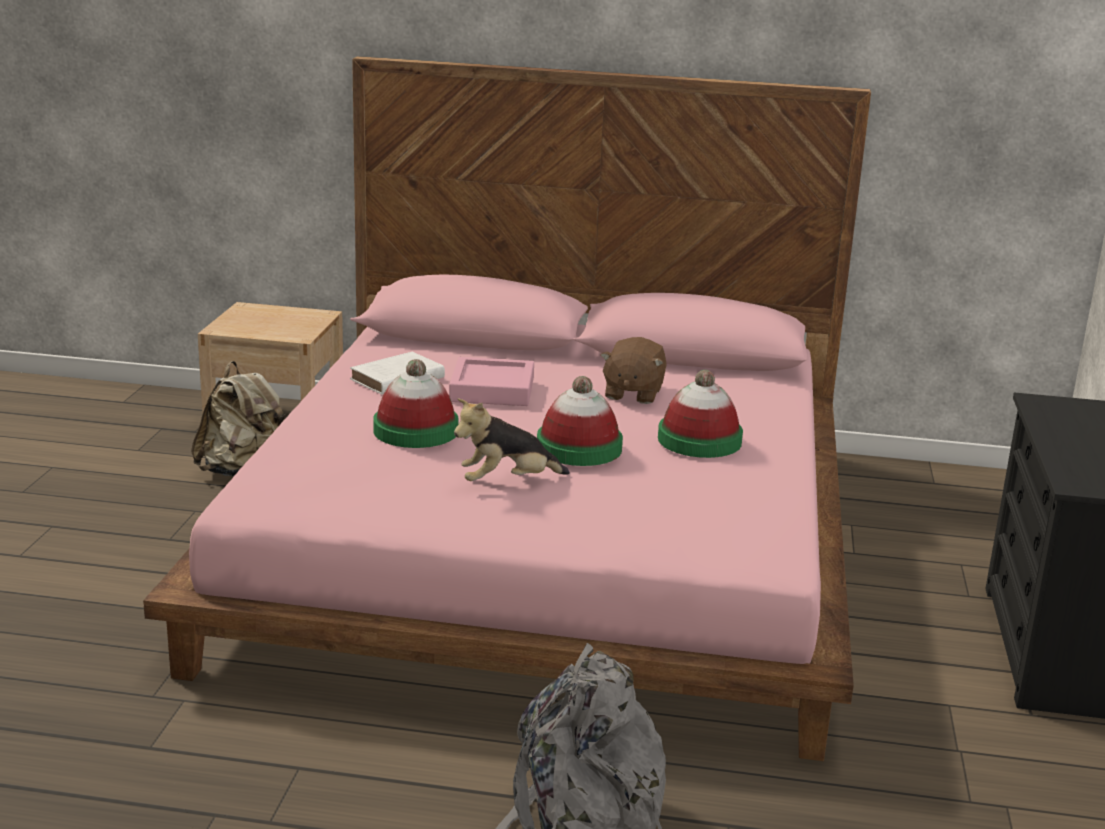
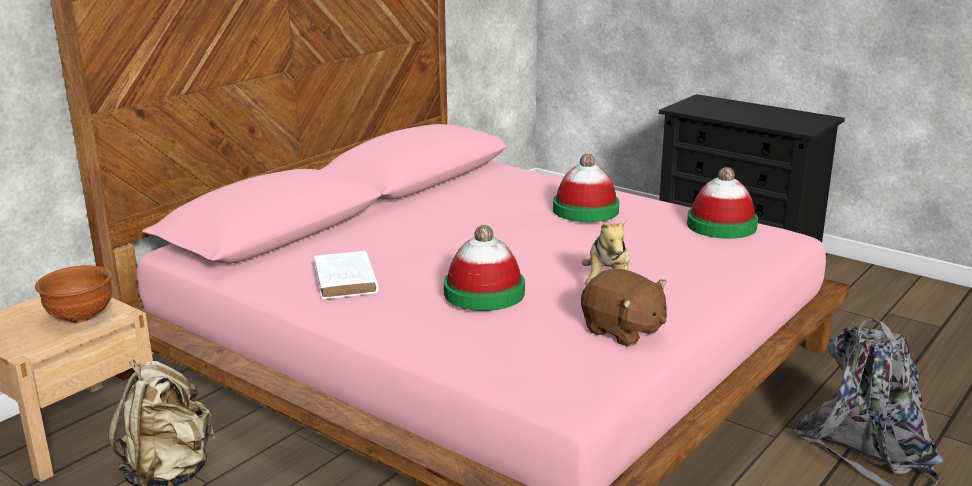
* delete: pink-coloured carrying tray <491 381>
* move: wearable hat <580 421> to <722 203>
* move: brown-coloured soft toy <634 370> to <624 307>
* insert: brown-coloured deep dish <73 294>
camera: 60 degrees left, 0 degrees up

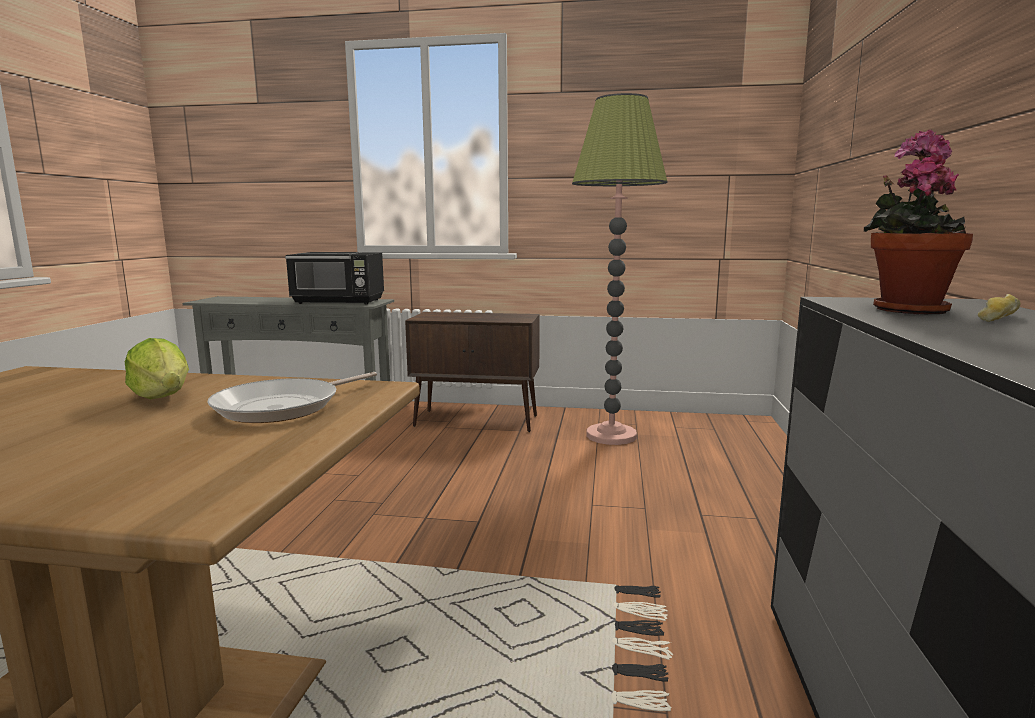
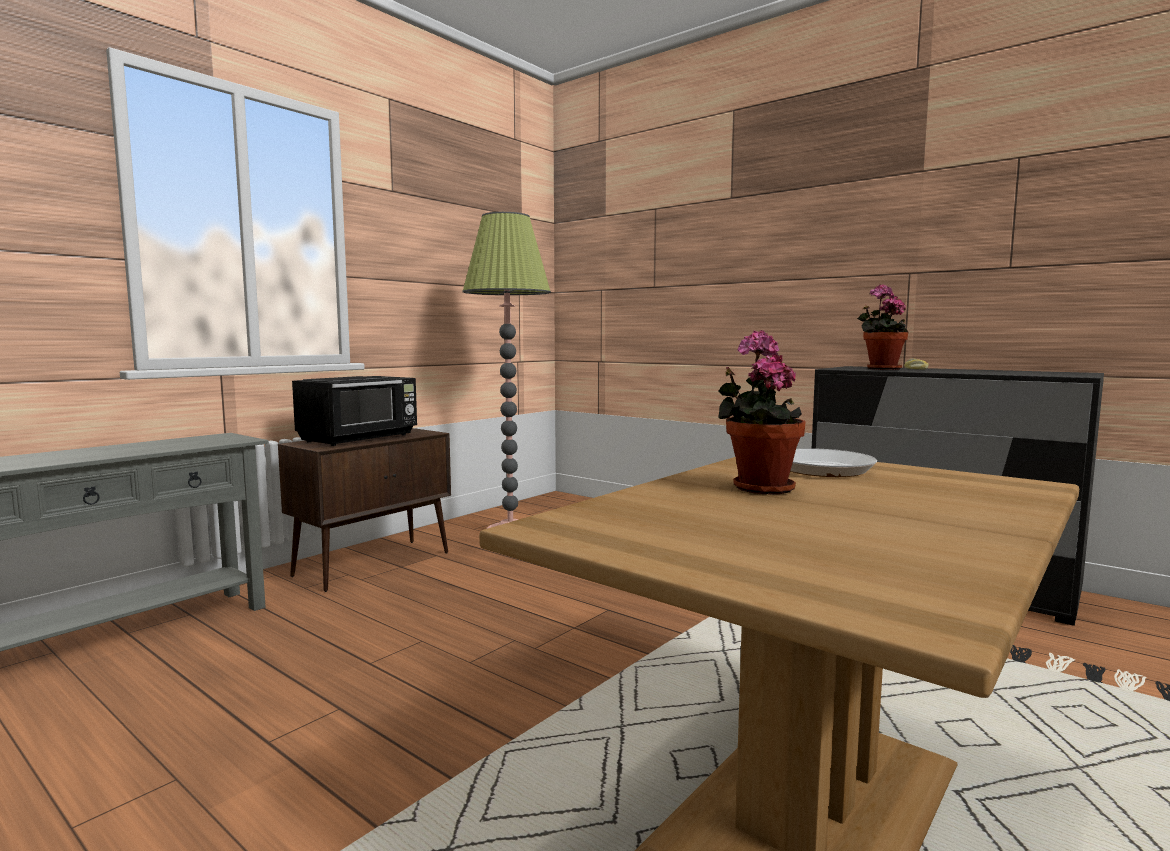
* replace: lettuce <157 368> to potted plant <762 412>
* move: blackish microwave oven <334 278> to <354 411>
camera: 60 degrees left, 5 degrees down

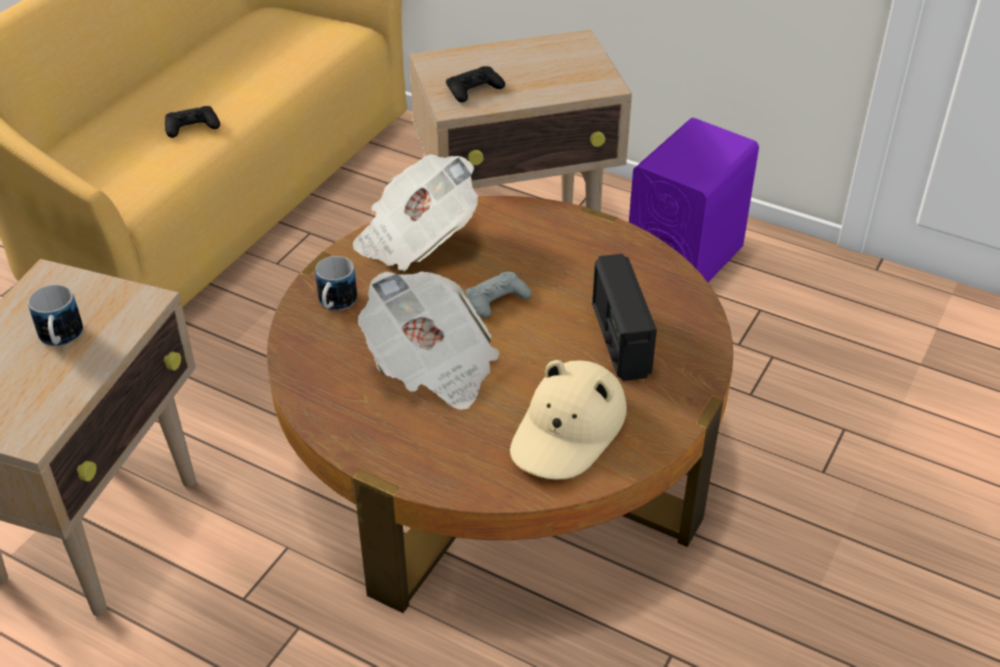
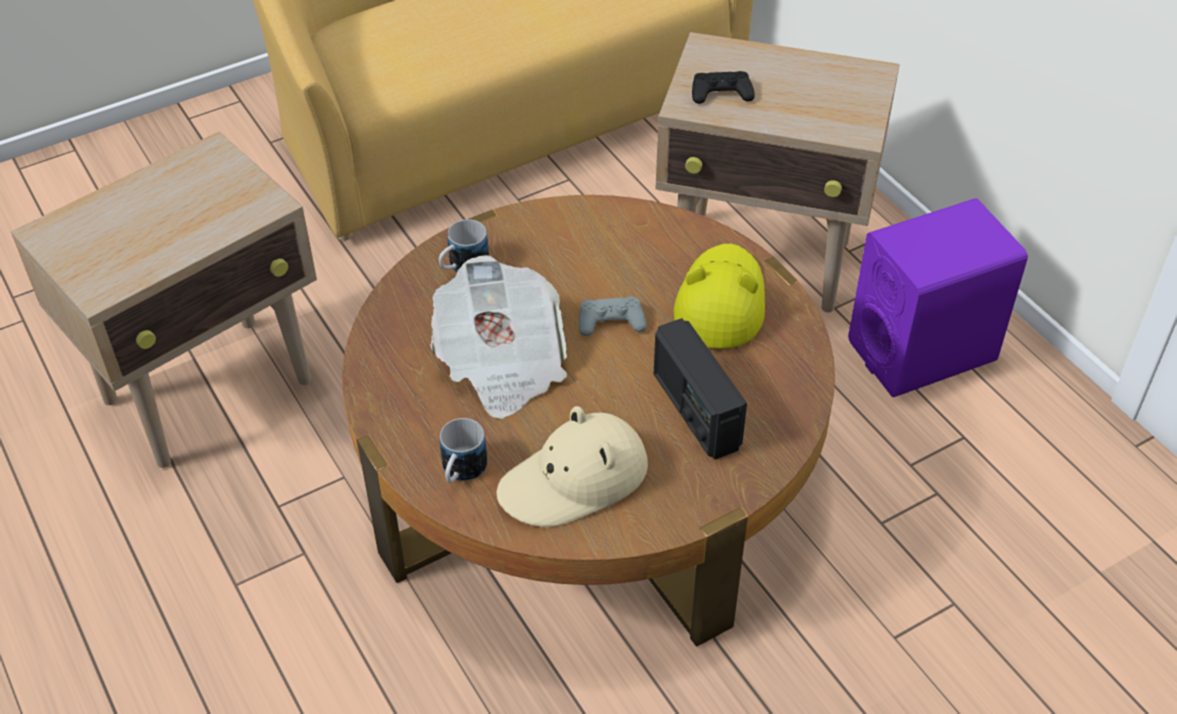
* move: coffee mug <55 315> to <463 450>
* delete: blackish game controller <192 122>
* delete: newspaper <415 212>
* rotate: radio <624 317> = <700 389> 45 degrees counterclockwise
* insert: yellow wearable hat <719 296>
camera: 30 degrees right, 5 degrees up

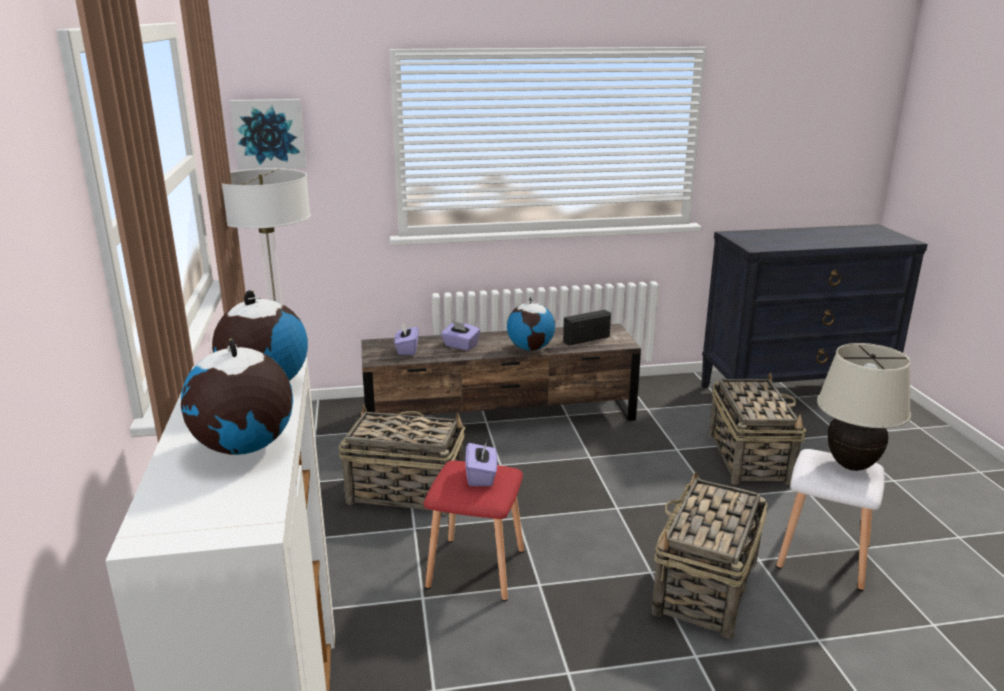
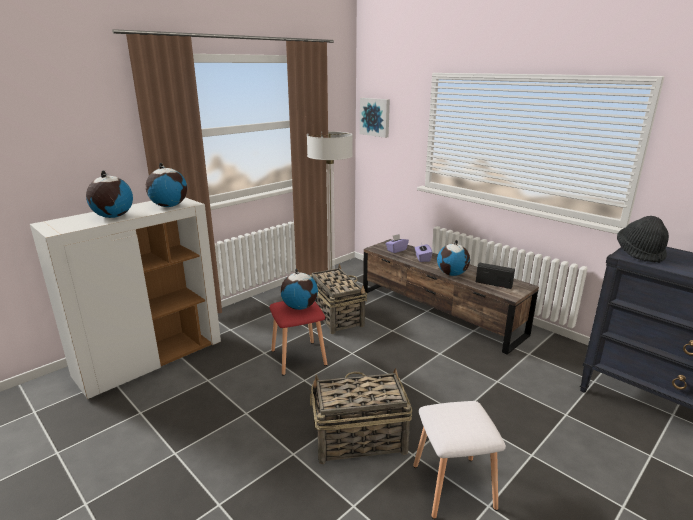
* replace: purple box of tissues <481 463> to world globe <299 289>
* delete: storage basket <757 428>
* delete: sand-coloured lamp for a table <864 407>
* insert: blackish wearable hat <643 239>
camera: 55 degrees right, 0 degrees up

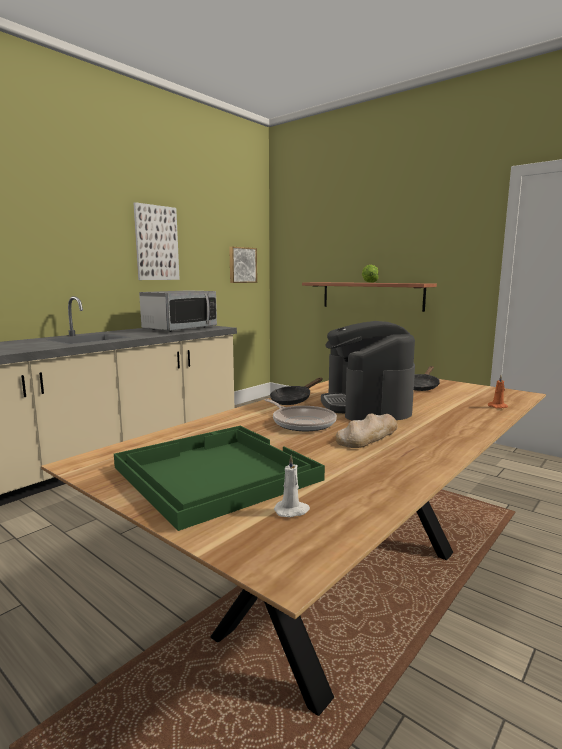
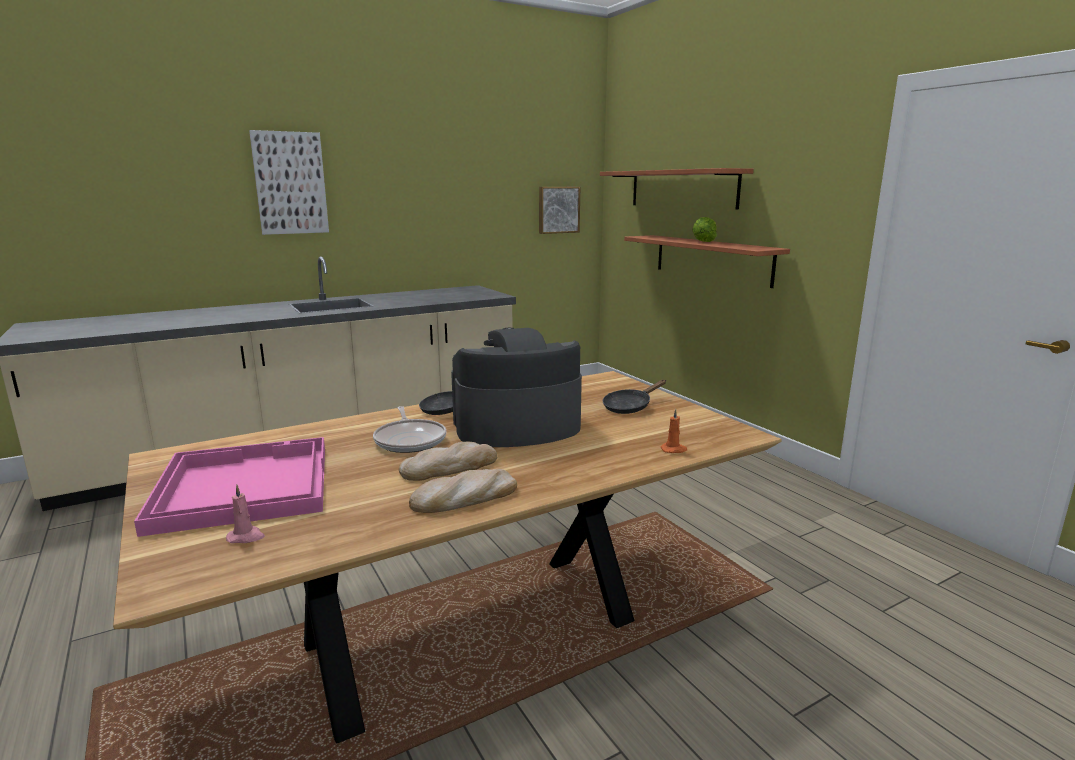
* recolor: greenish carrying tray <219 478> to pink-coloured carrying tray <229 487>
* move: wall picture <157 241> to <289 182>
* delete: microwave oven <178 311>
* recolor: whitish wax light <292 486> to pink-coloured wax light <245 514>
* rotate: coffee brewer <368 371> = <516 387> 60 degrees clockwise
* insert: baked bread <463 491>
* insert: bracket shelf <677 189>
camera: 20 degrees right, 5 degrees up

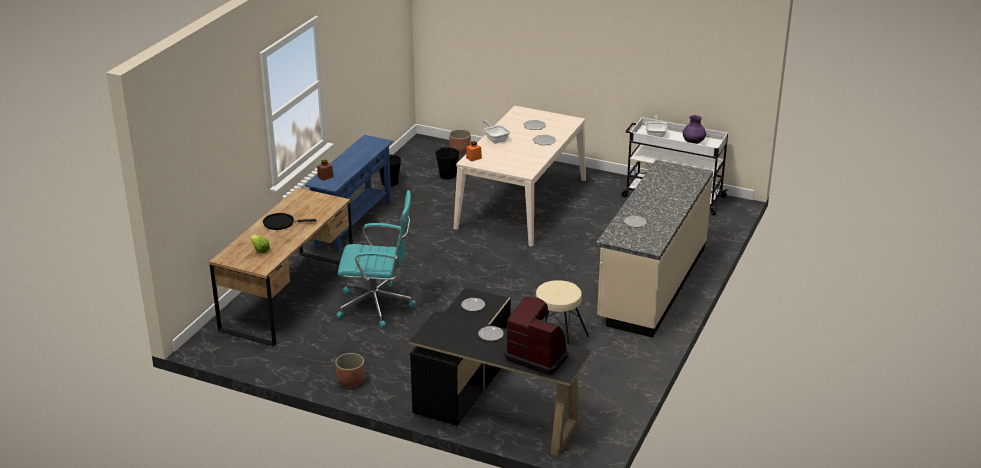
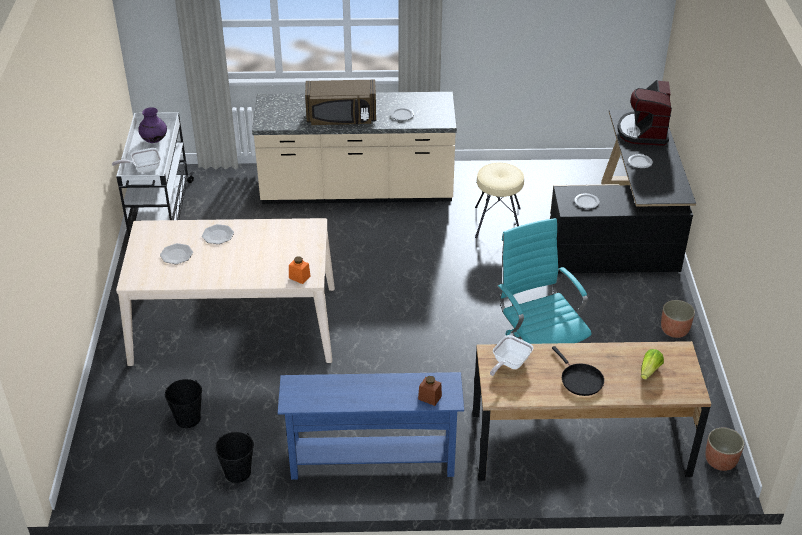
* move: planter <460 141> to <724 449>
* move: skillet <496 131> to <511 355>
* insert: brown-coloured microwave oven <340 102>
camera: 115 degrees left, 10 degrees up

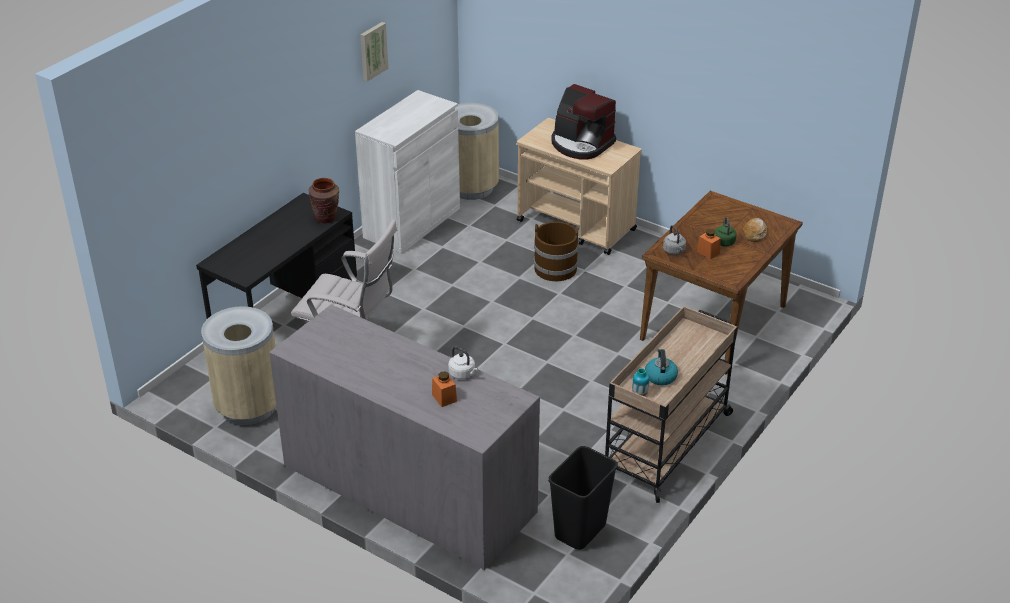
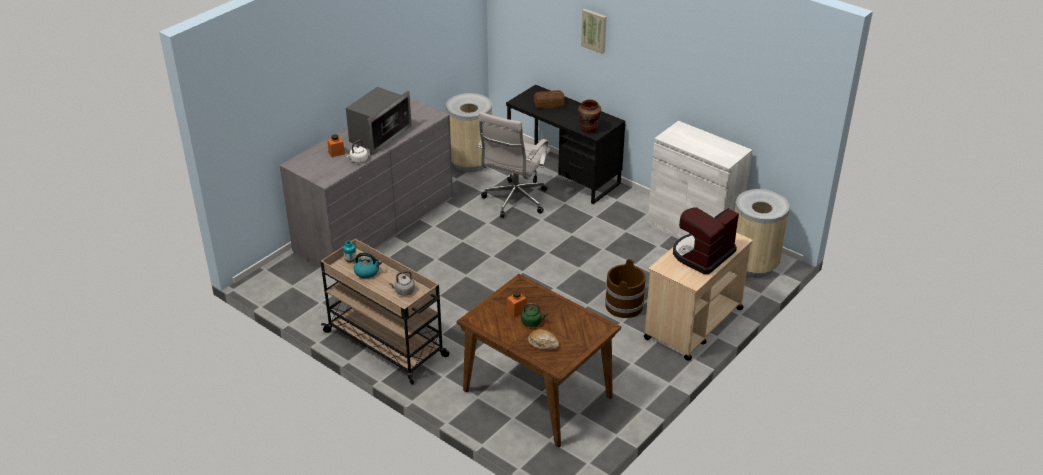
* move: wall picture <374 52> to <594 31>
* delete: blackish rubbish bin <583 498>
* move: grey water kettle <674 240> to <402 283>
* insert: microwave oven <379 121>
* insert: baked bread <549 99>
camera: 95 degrees right, 0 degrees up

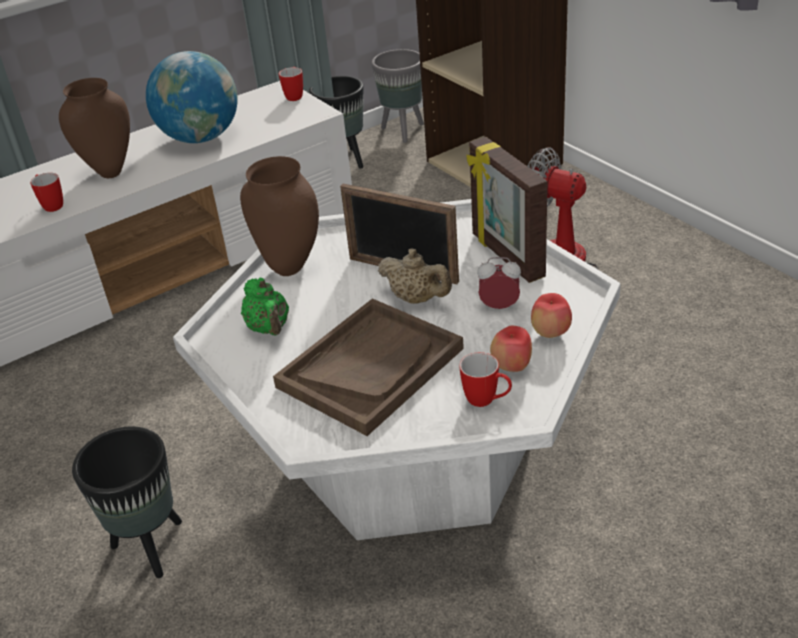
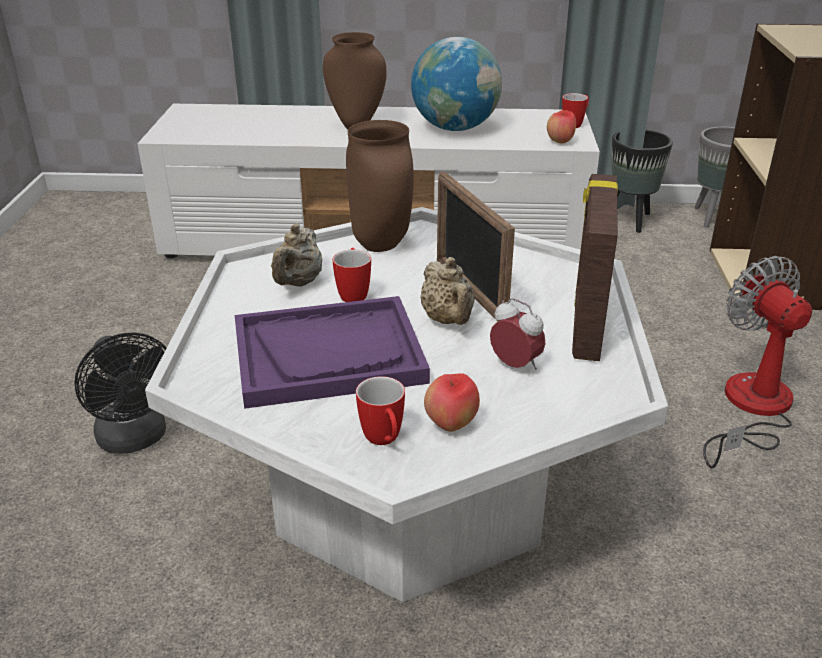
* move: coffee mug <46 192> to <351 275>
* replace: blackish planter <127 502> to blackish cooling fan <120 393>
* recolor: greenish pot for tea <265 306> to sand-coloured pot for tea <296 255>
* recolor: brown-coloured carrying tray <368 367> to purple carrying tray <332 352>
* move: apple fruit <551 315> to <561 127>
camera: 35 degrees right, 5 degrees down

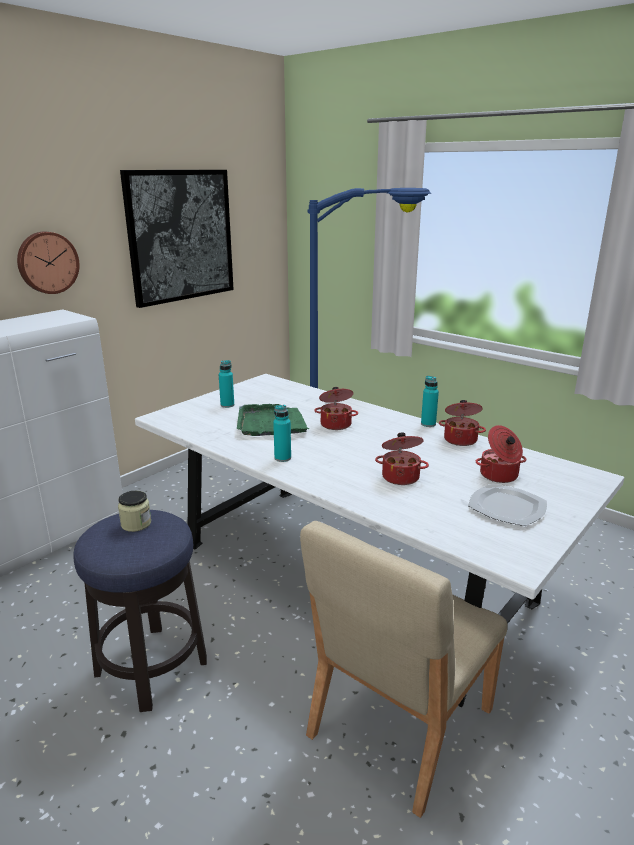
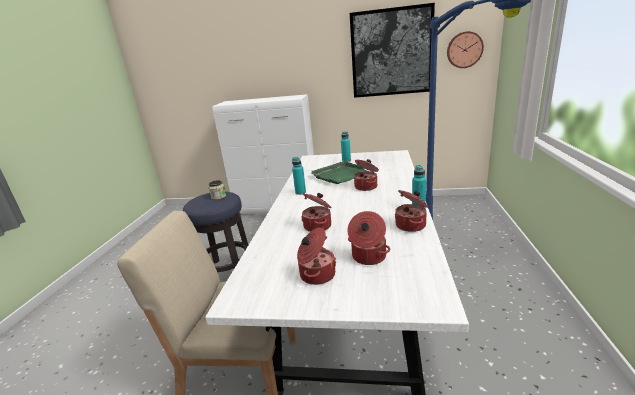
* move: clock on the wall <48 263> to <465 49>
* replace: dinner plate <507 504> to saucepot <316 256>
camera: 60 degrees right, 0 degrees up

